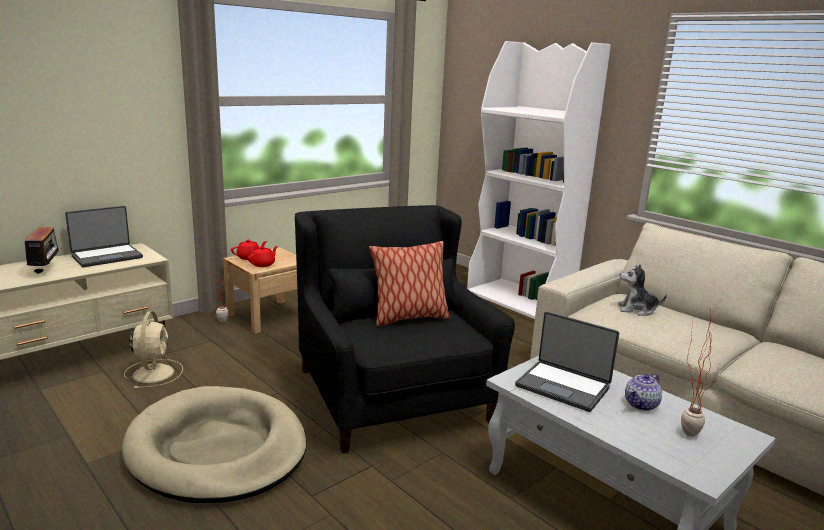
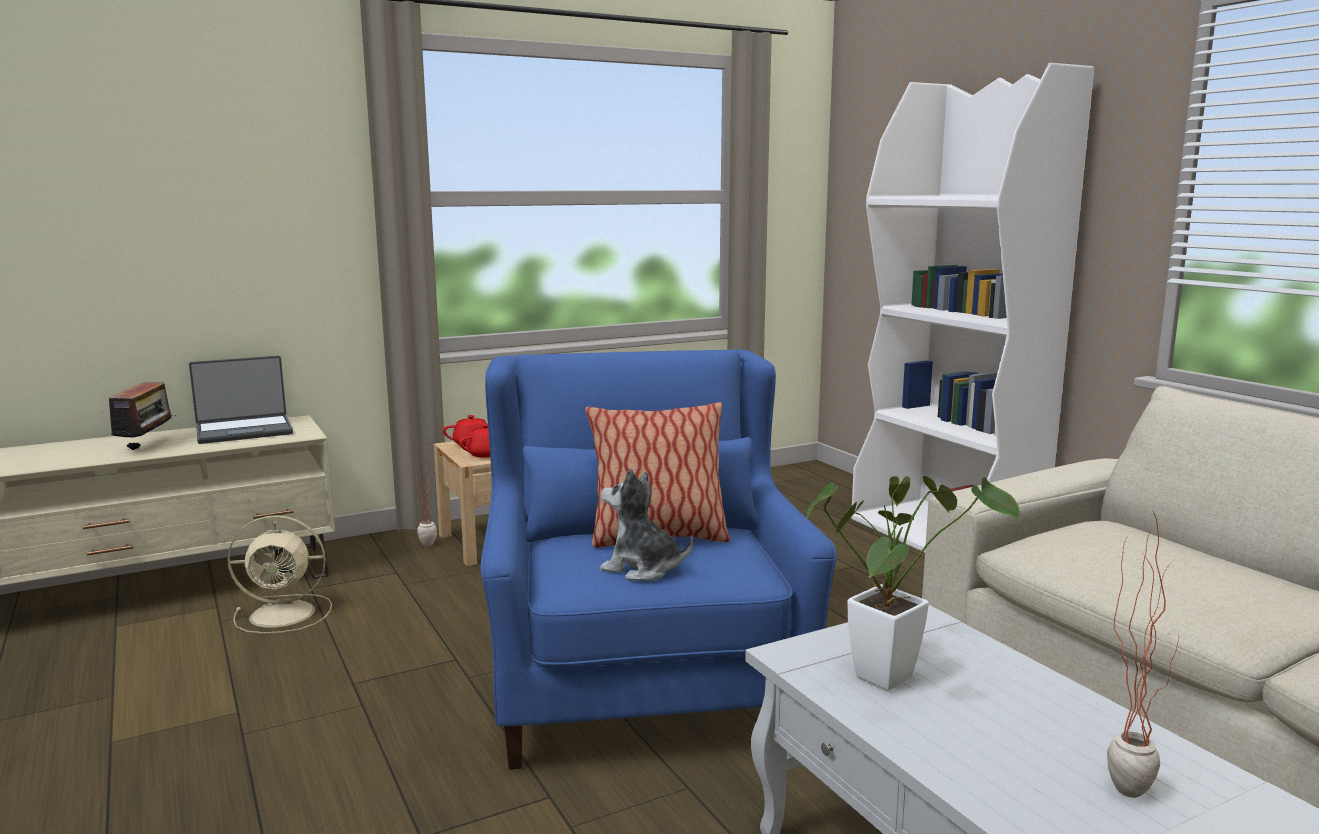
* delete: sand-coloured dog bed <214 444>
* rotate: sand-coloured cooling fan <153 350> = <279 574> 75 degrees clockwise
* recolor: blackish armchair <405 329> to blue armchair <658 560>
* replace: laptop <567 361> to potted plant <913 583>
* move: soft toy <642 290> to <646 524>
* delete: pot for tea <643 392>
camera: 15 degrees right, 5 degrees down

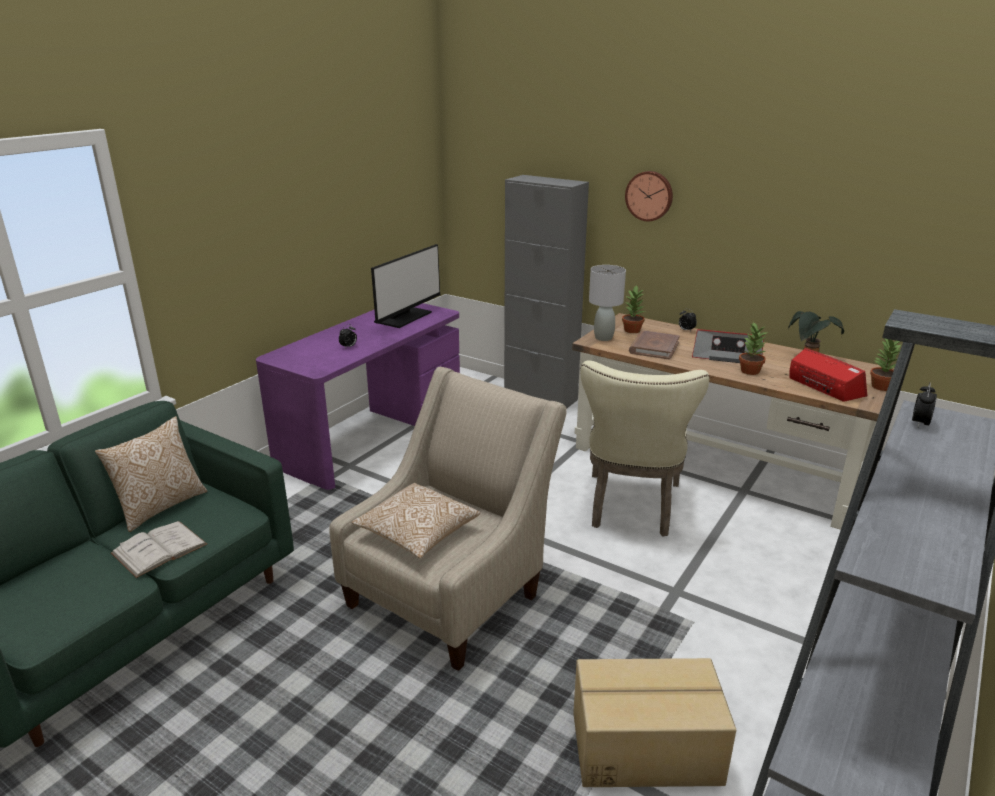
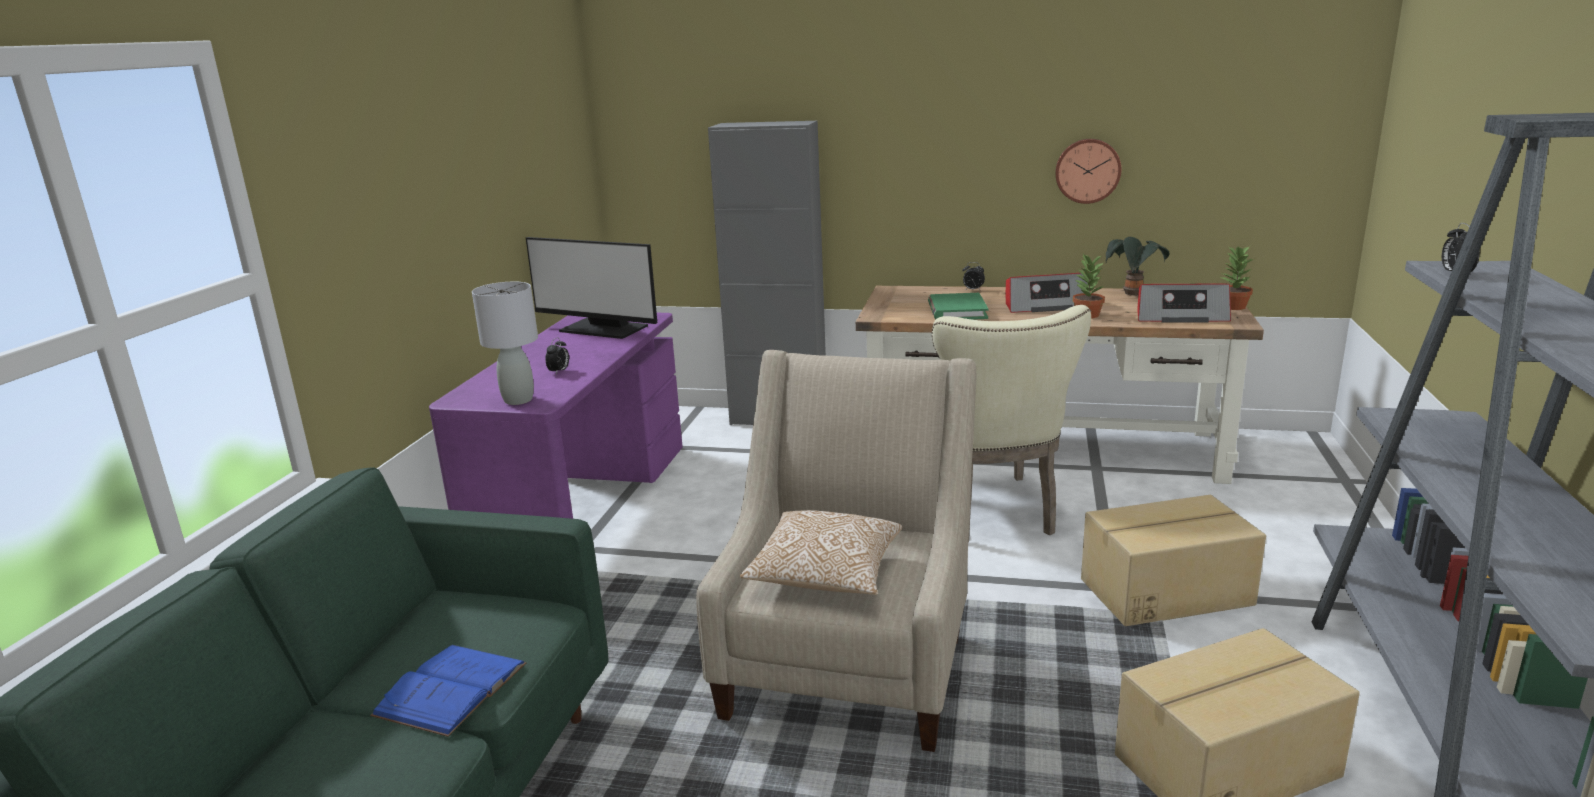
* delete: throw pillow <151 474>
* recolor: whitish bound book <159 549> to blue bound book <448 691>
* rotate: computer screen <405 286> = <591 288> 105 degrees clockwise
* move: grey lamp for a table <607 303> to <505 343>
* delete: potted plant <633 309>
* move: clock on the wall <649 196> to <1088 171>
* recolor: brown-coloured bound book <654 345> to greenish bound book <958 306>
* rotate: radio <828 375> = <1184 302> 150 degrees clockwise
* insert: packing box <1173 560>
camera: 20 degrees left, 5 degrees down

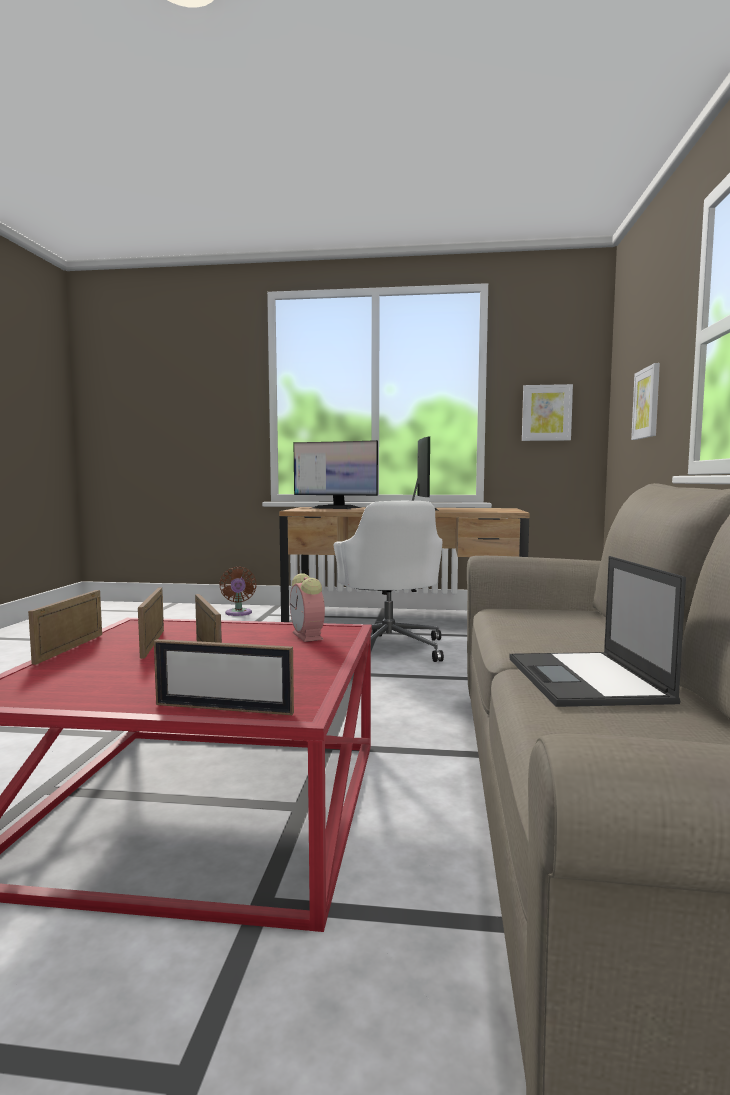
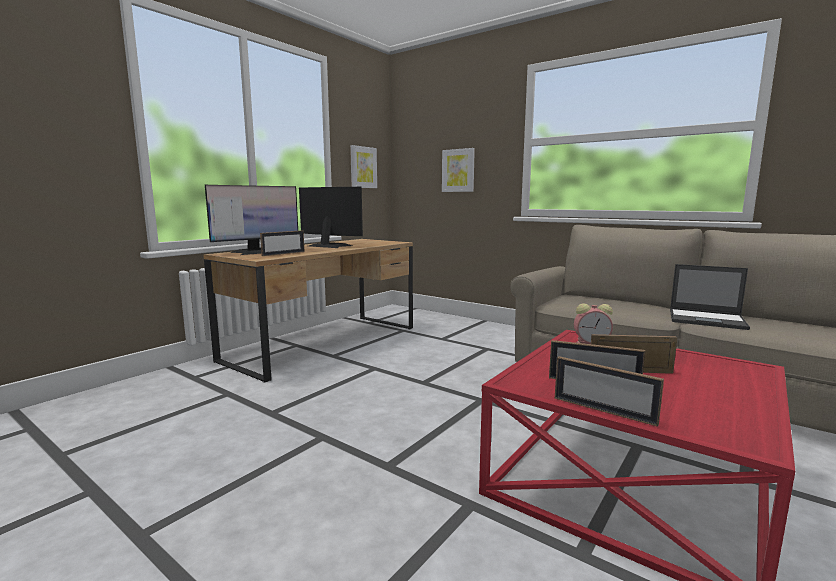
* move: picture frame <224 677> to <282 243>
* delete: brown-coloured cooling fan <237 591>
* delete: whitish desk chair <388 581>
camera: 60 degrees left, 5 degrees up

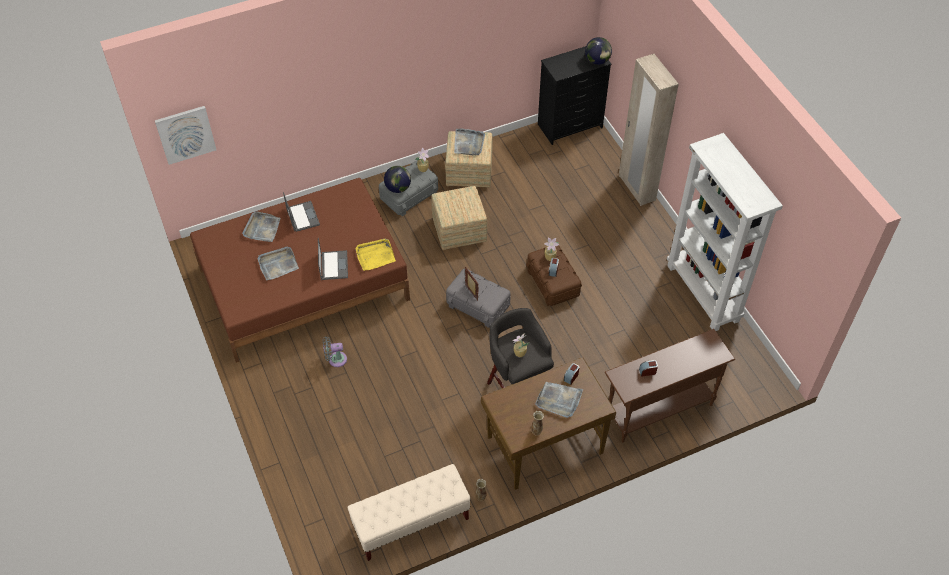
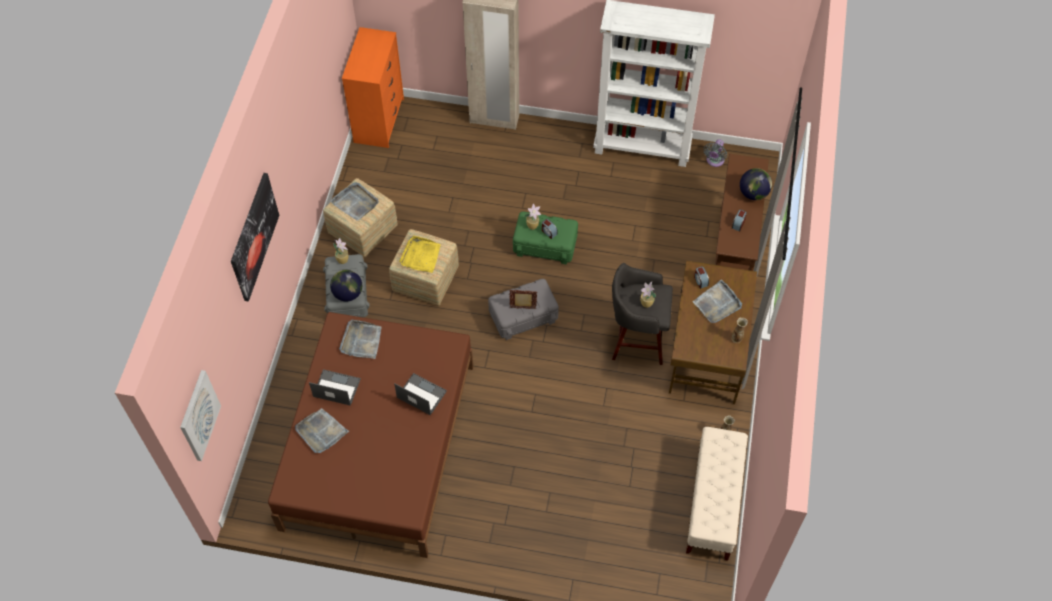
* move: grey carrying tray <278 263> to <360 339>
* move: grey cooling fan <335 351> to <715 153>
* move: yellow carrying tray <375 254> to <420 254>
* recolor: brown-coloured storage container <554 275> to greenish storage container <545 238>
* recolor: blackish dresser <574 95> to orangey dresser <373 87>
* move: world globe <598 51> to <756 184>
* insert: wall picture <255 237>
camera: 55 degrees left, 5 degrees up

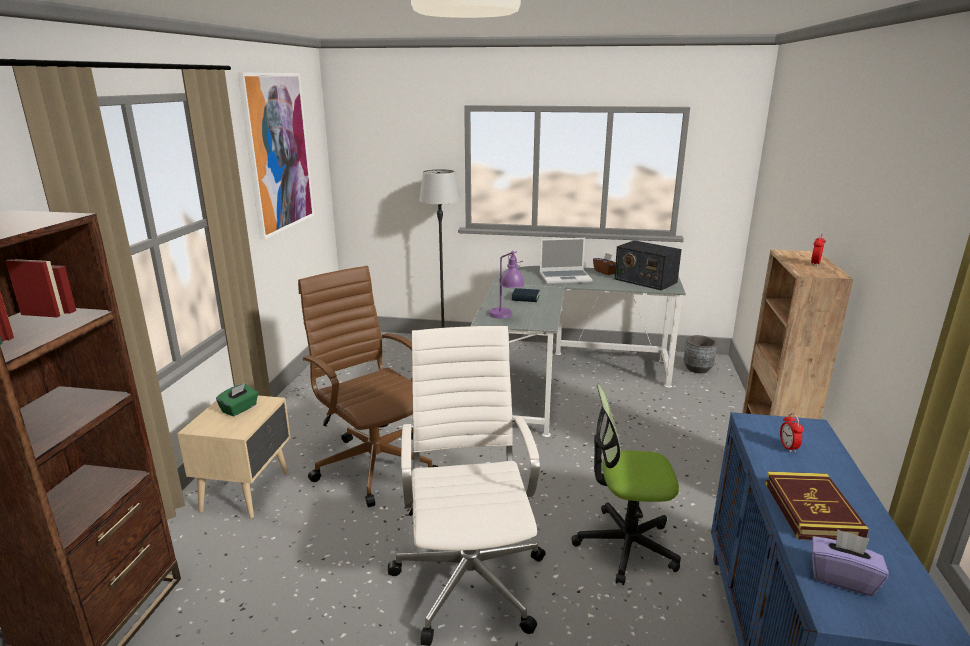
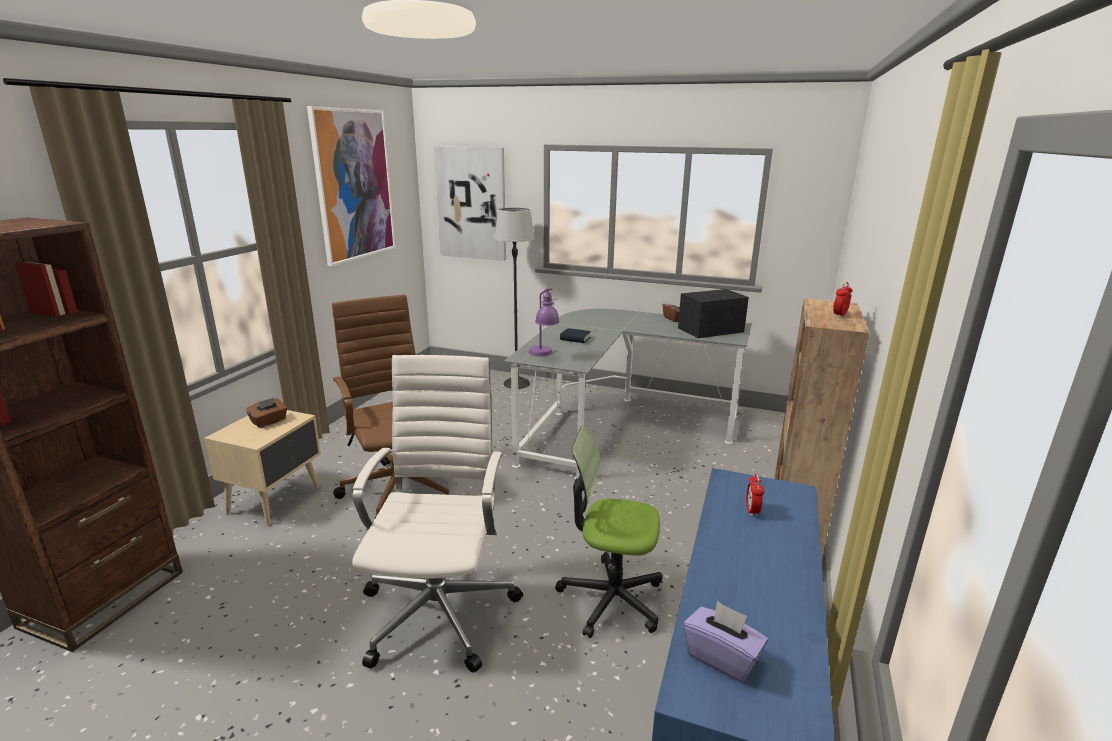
* recolor: greenish box of tissues <237 400> to brown-coloured box of tissues <266 413>
* delete: laptop <566 261>
* rotate: radio <648 265> = <713 313> 105 degrees clockwise
* delete: grey planter <700 354>
* delete: bound book <817 505>
* insert: wall picture <470 203>
camera: 10 degrees right, 0 degrees up

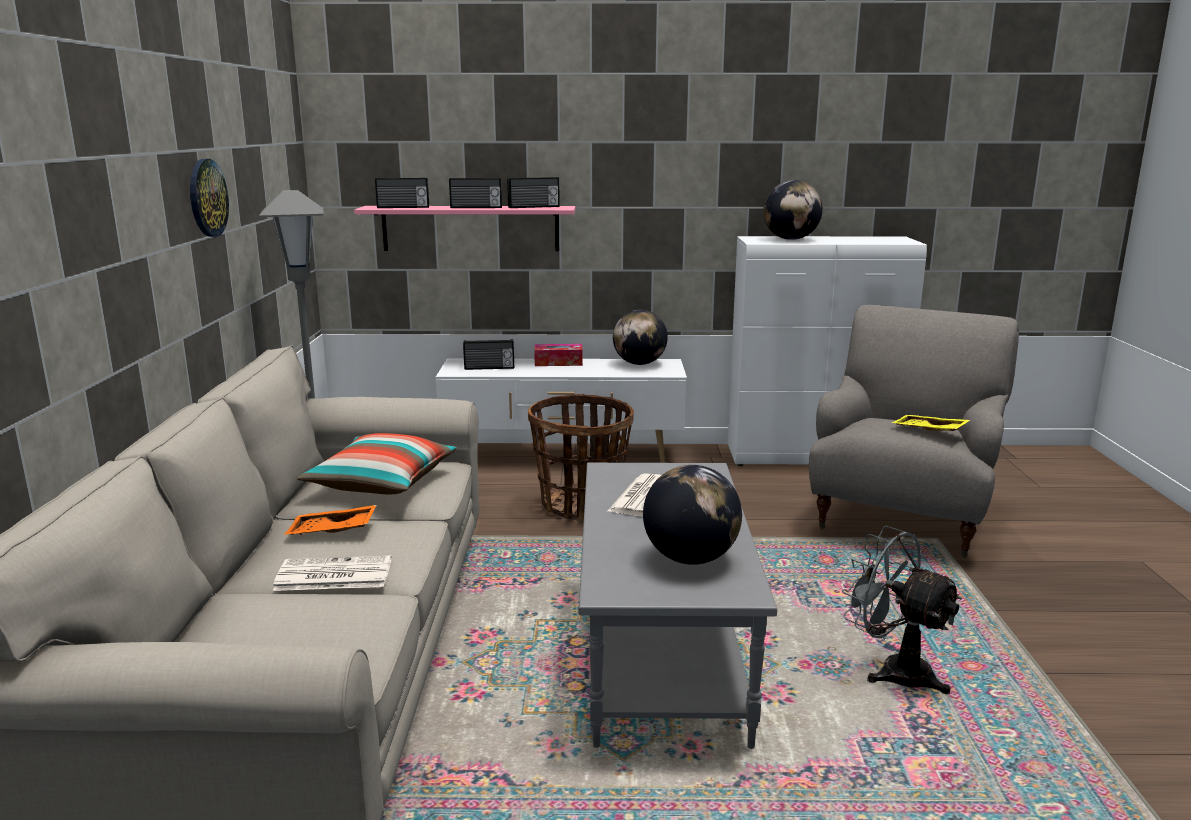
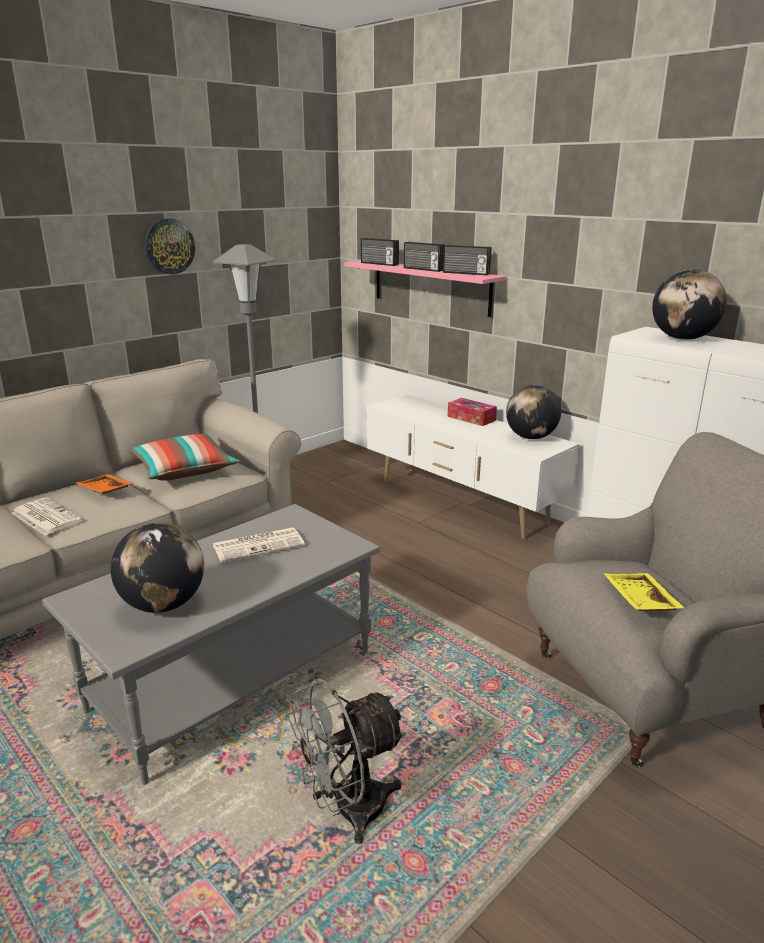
* delete: radio <488 354>
* delete: storage basket <581 457>
* rotate: grey cooling fan <902 610> = <345 761> 120 degrees counterclockwise
camera: 45 degrees right, 5 degrees up

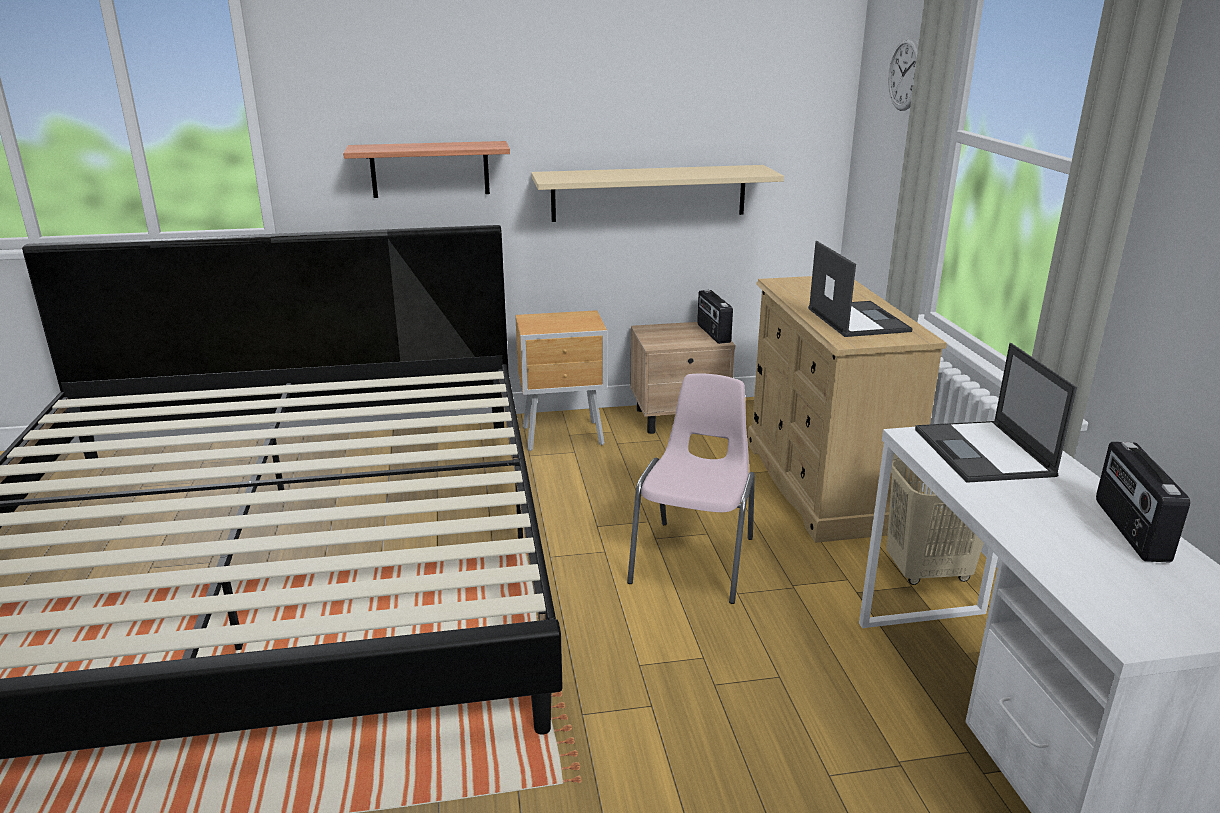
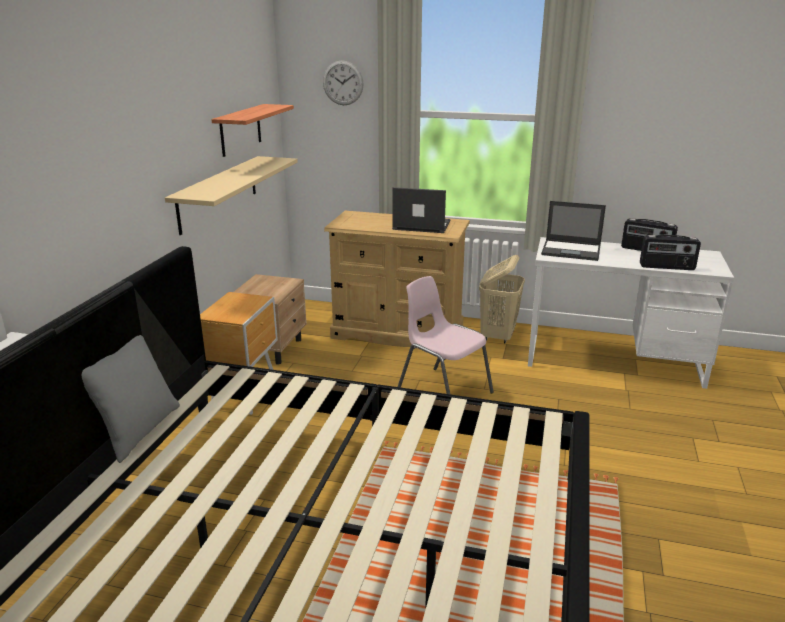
* move: bracket shelf <426 169> to <252 130>
* move: radio <715 317> to <670 252>
* insert: grey throw pillow <131 399>
camera: 65 degrees left, 0 degrees up

